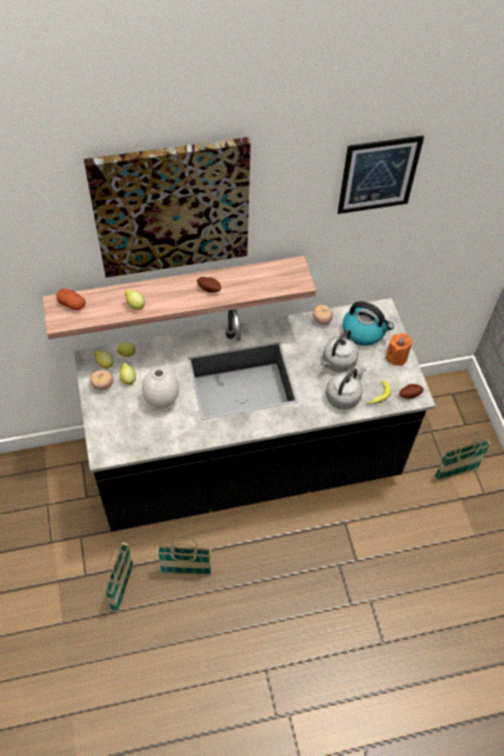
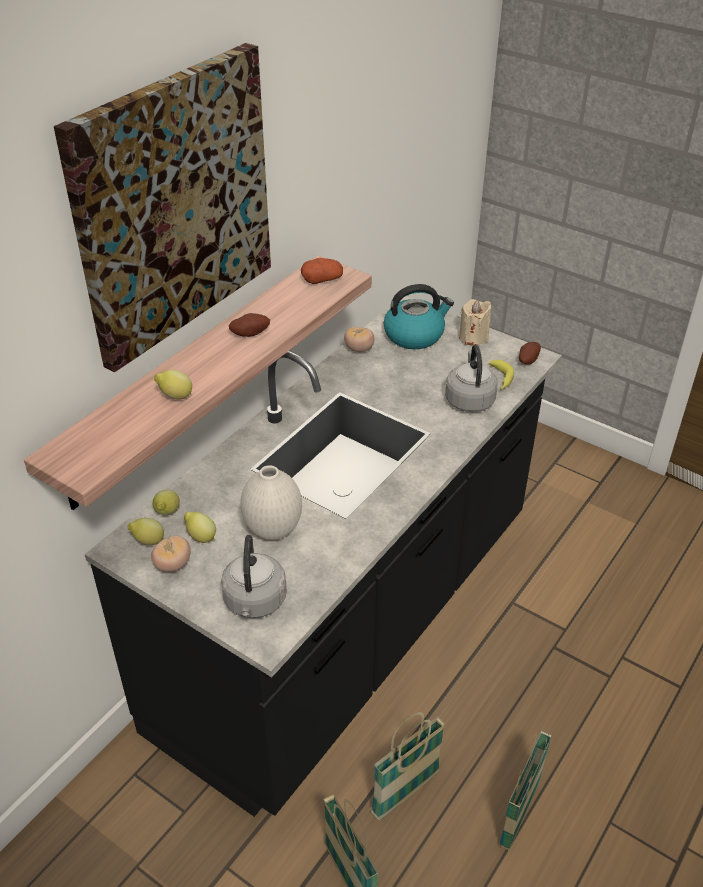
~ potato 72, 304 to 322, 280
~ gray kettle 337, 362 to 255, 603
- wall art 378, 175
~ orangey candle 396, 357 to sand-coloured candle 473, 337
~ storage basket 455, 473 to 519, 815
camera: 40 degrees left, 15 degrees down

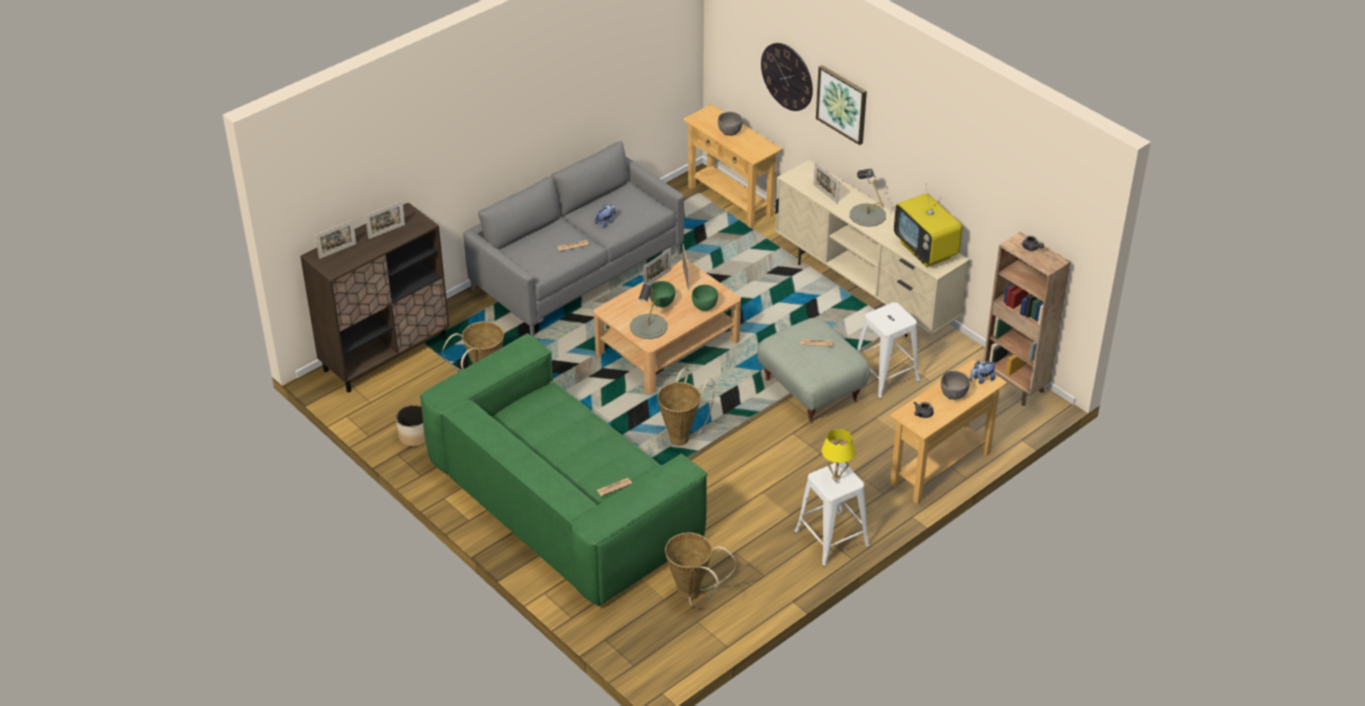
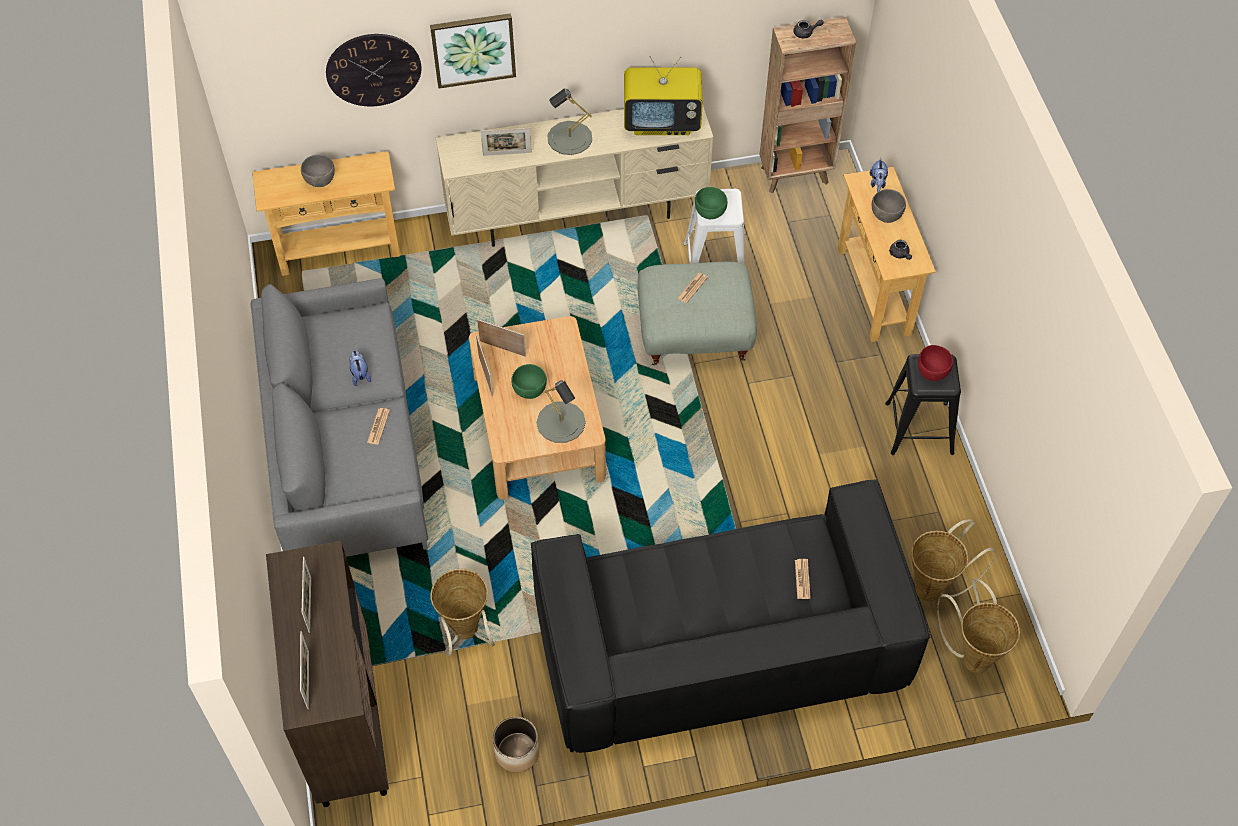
~ greenish settee 563, 500 to black-coloured settee 720, 642
~ storage basket 682, 436 to 972, 656
~ greenish deep dish 704, 307 to 710, 213
~ white-coloured stool 831, 538 to black-coloured stool 919, 428
~ yellow table lamp 836, 478 to red deep dish 932, 372
camera: 60 degrees left, 15 degrees up

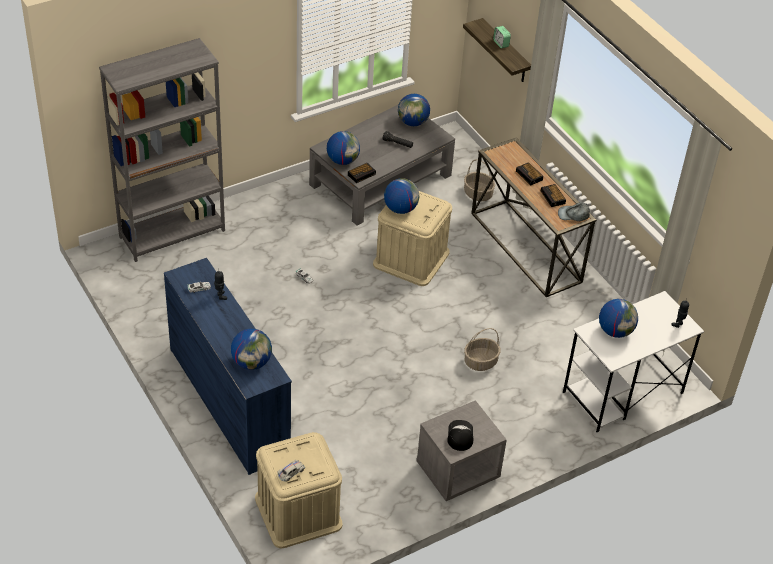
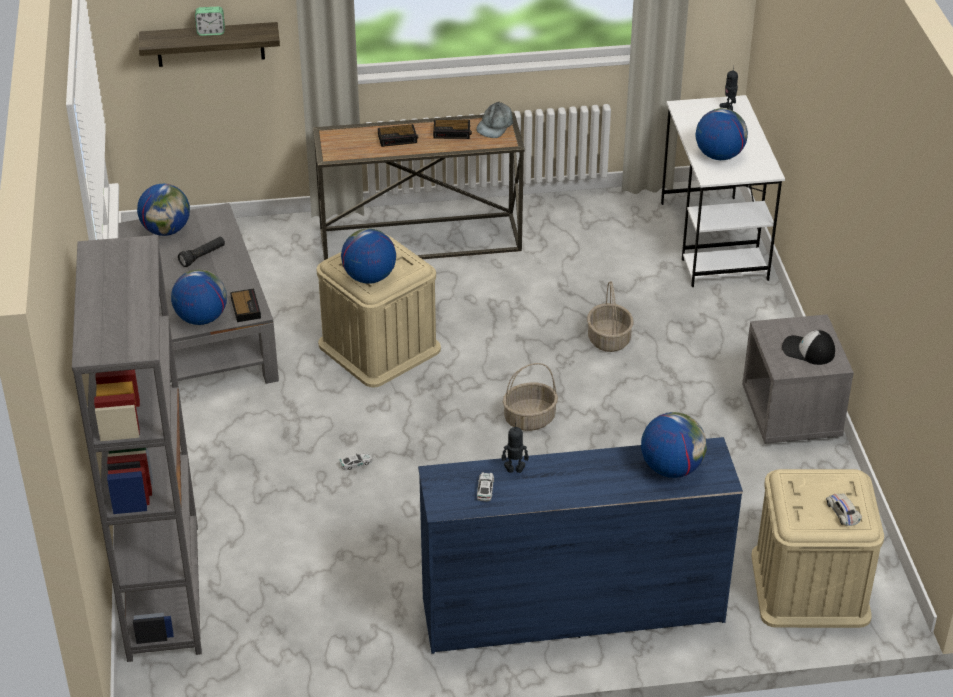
~ storage basket 477, 194 to 529, 419
camera: 65 degrees left, 5 degrees down

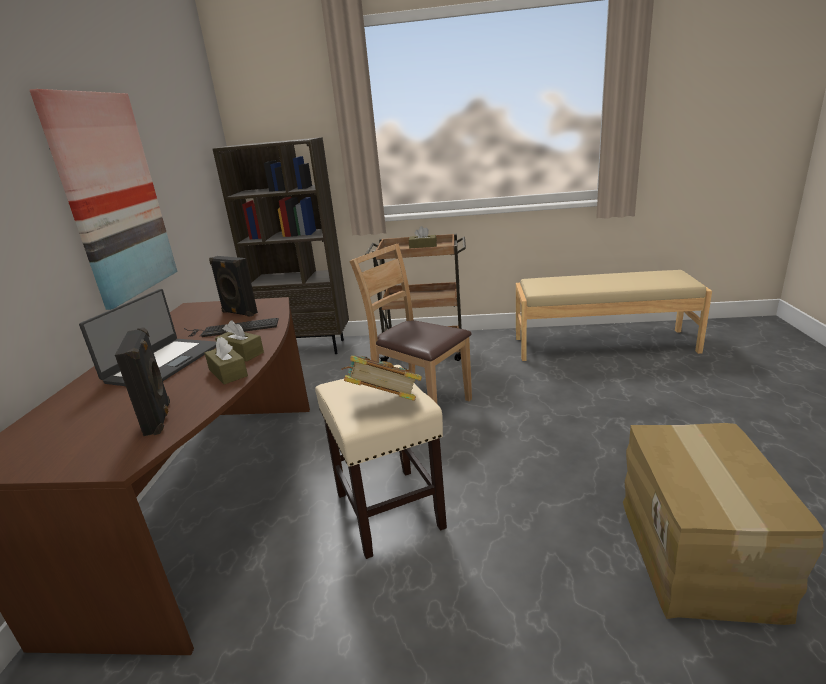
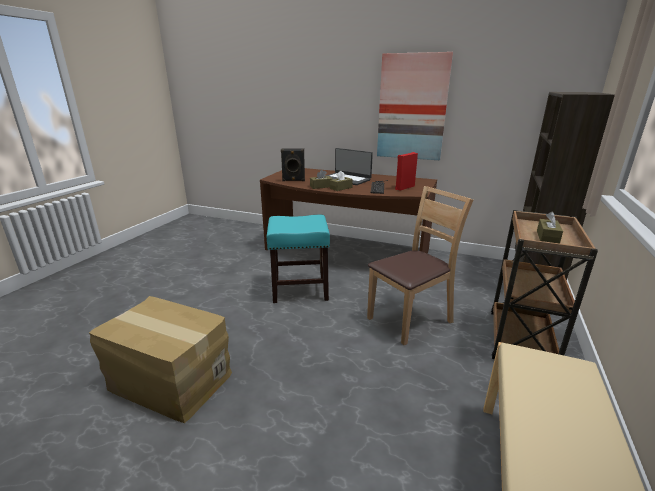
~ black-coloured audio speaker 238, 313 to red audio speaker 404, 187
~ sand-coloured stool 390, 511 to blue-green stool 299, 290
- bound book 383, 403
camera: 105 degrees right, 0 degrees up

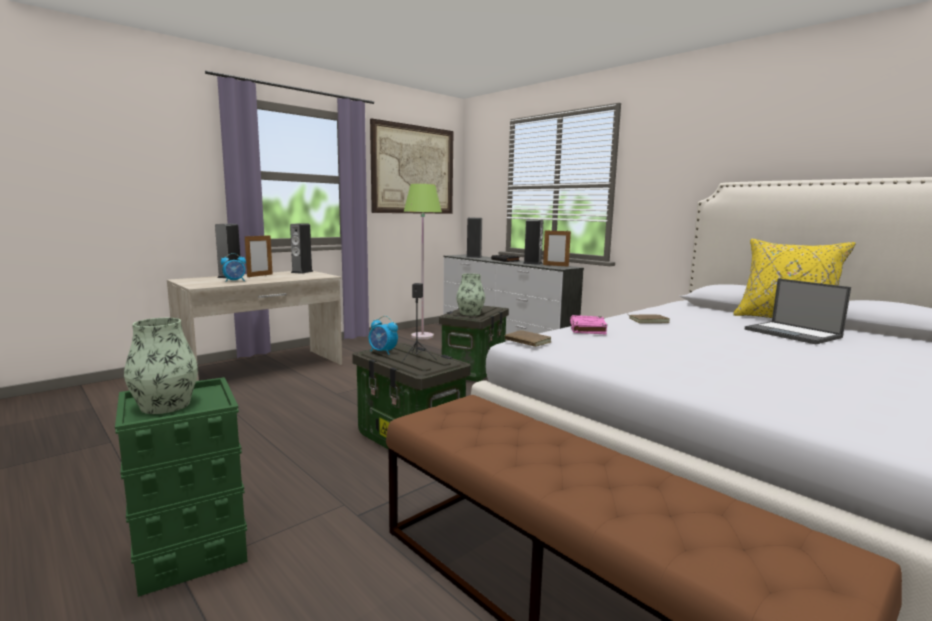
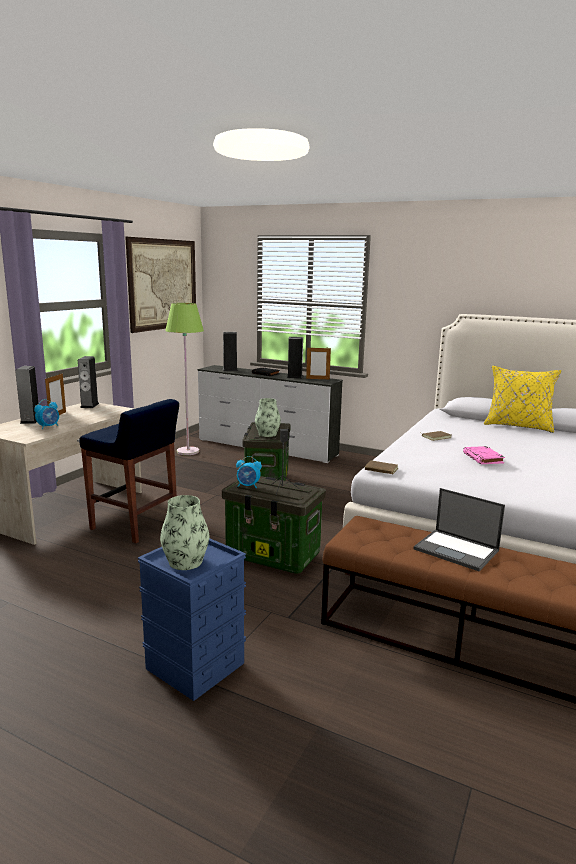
~ greenish storage container 189, 550 to blue storage container 194, 666
~ pink-coloured bound book 588, 328 to 483, 458
~ laptop 793, 333 to 457, 550
+ blue stool 135, 525
camera: 20 degrees left, 5 degrees up

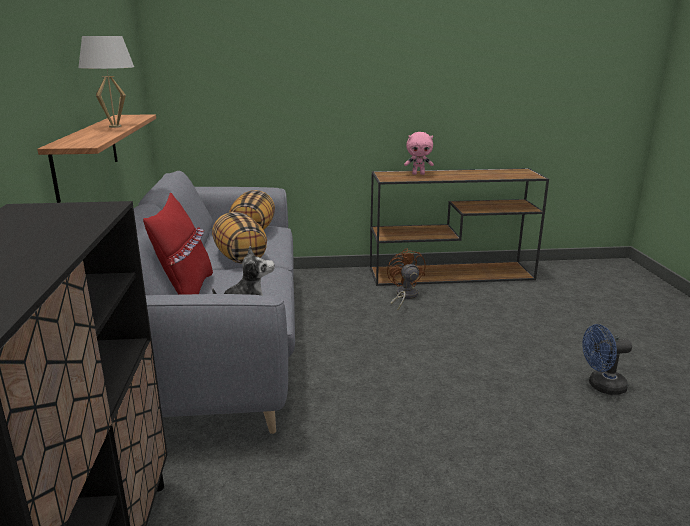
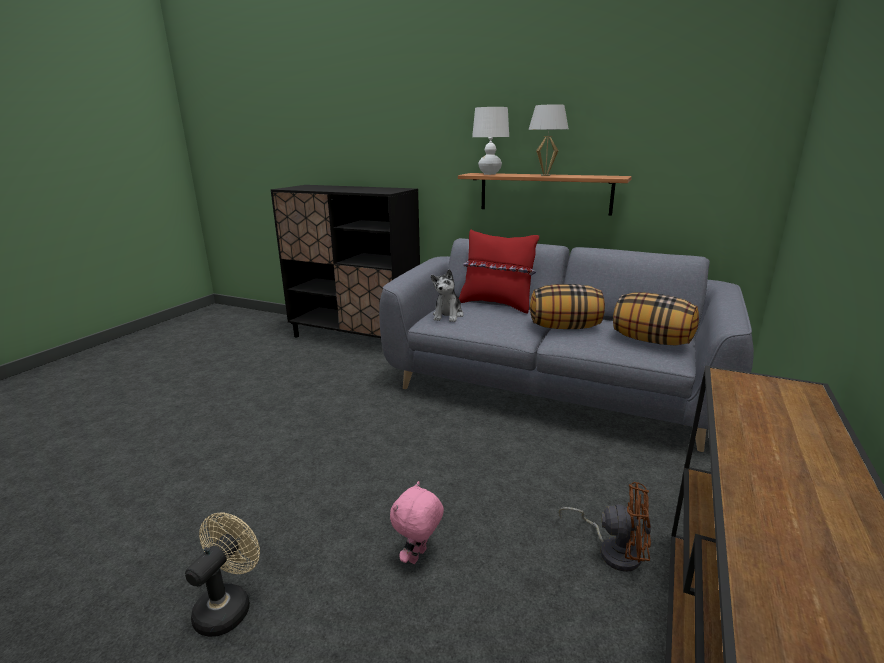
~ pink-coloured cuddly toy 418, 174 to 418, 557
~ blue electric fan 601, 386 to sand-coloured electric fan 228, 605
+ white-coloured table lamp 490, 174
camera: 120 degrees right, 0 degrees up

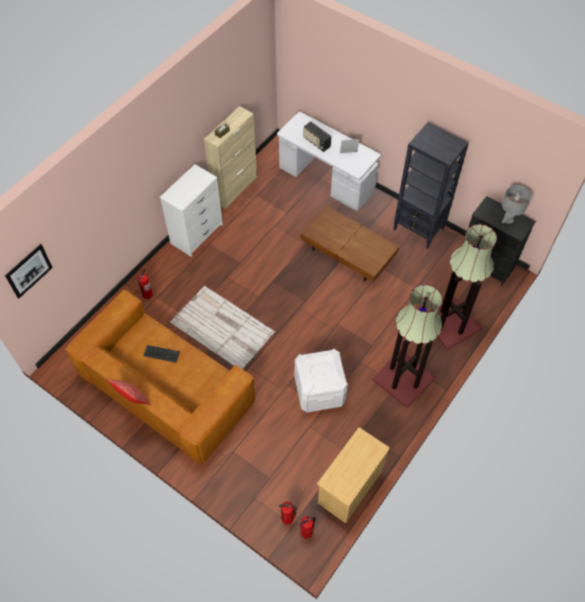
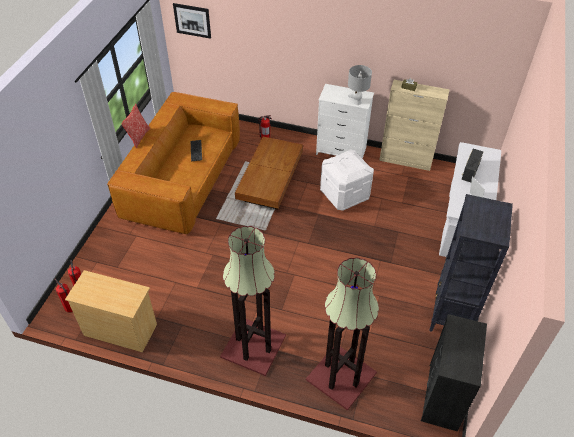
~ white-coloured storage container 319, 391 to 344, 195
~ brown-coloured coffee table 347, 254 to 270, 184
~ gray table lamp 508, 220 to 357, 102
camera: 70 degrees right, 10 degrees down

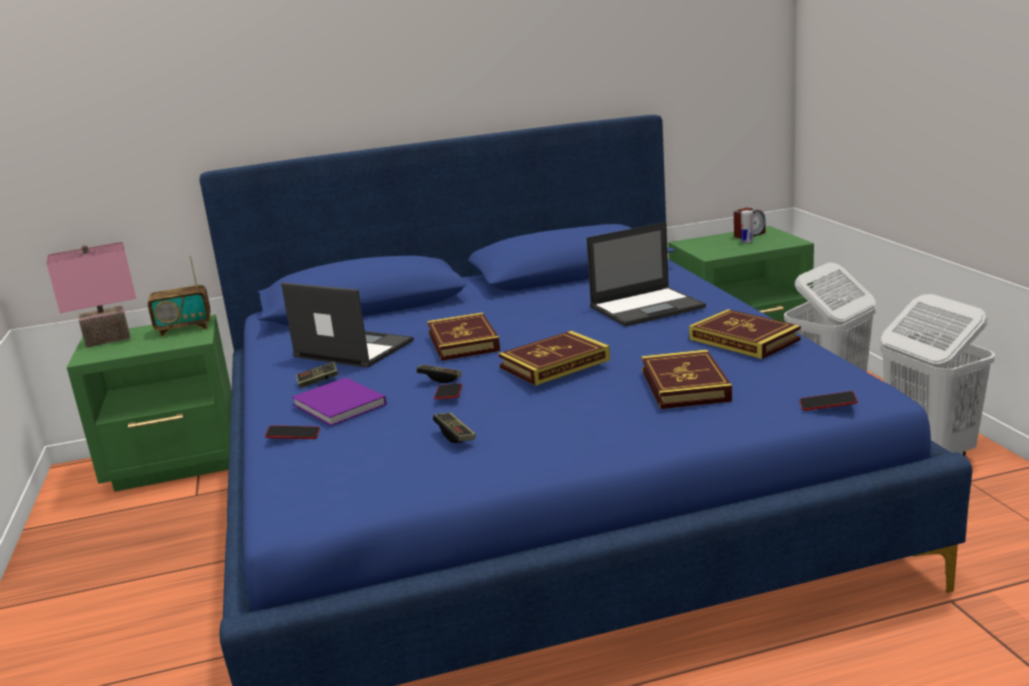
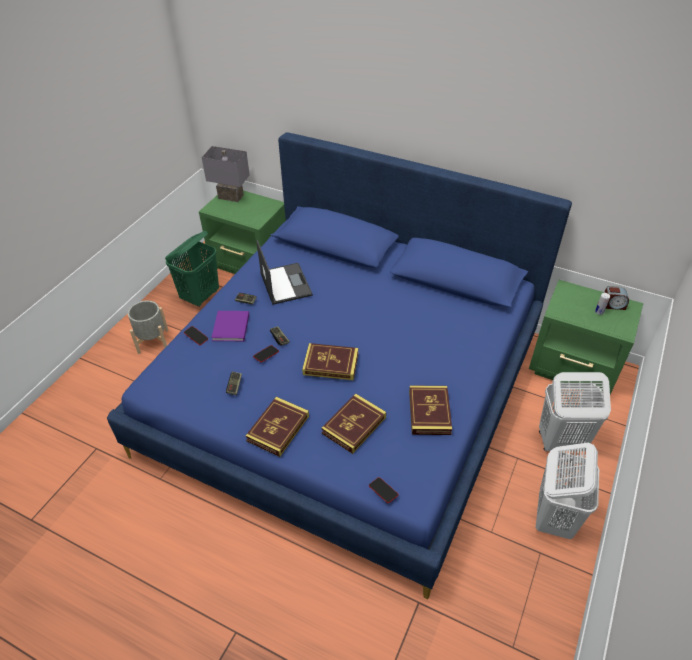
~ pink-coloured table lamp 108, 338 to gray table lamp 231, 196
- radio receiver 184, 328
~ bound book 463, 342 to 278, 428
- laptop 648, 307
+ gray flower pot 153, 341
+ greenish laundry basket 200, 296
camera: 40 degrees right, 25 degrees up

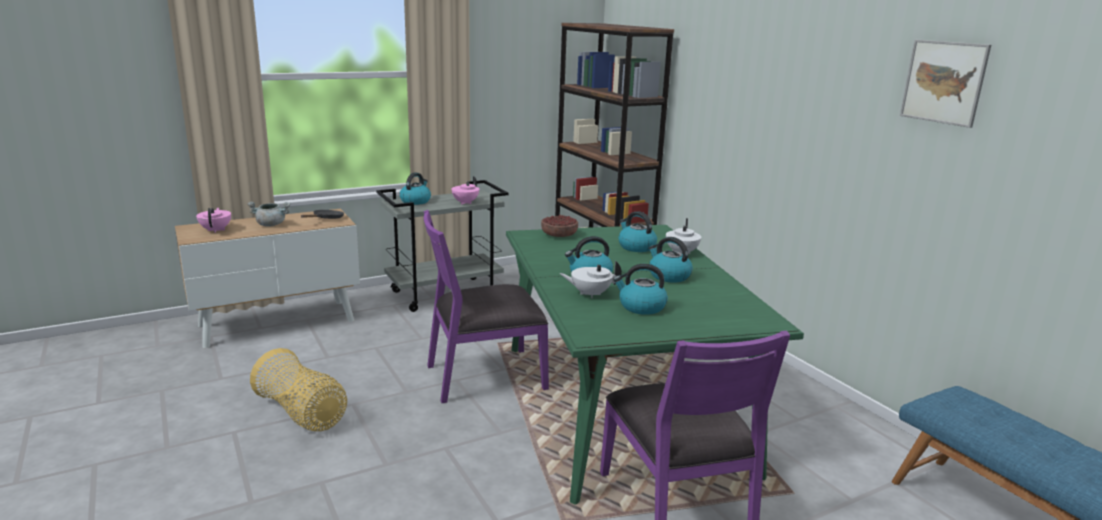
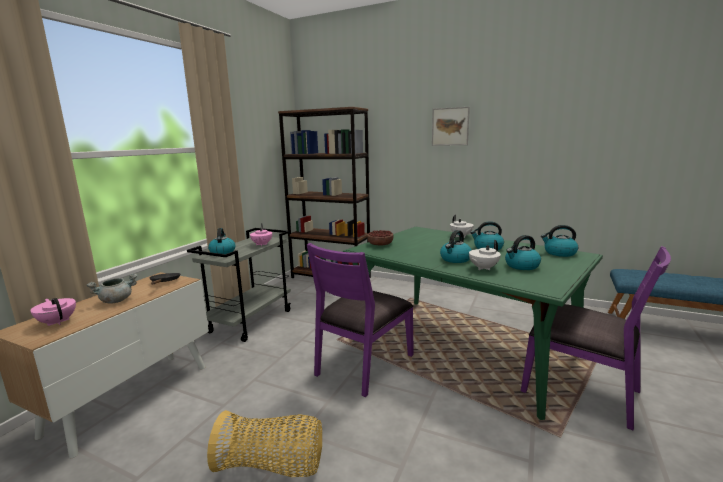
~ kettle 636, 247 to 559, 253
~ wall art 943, 82 to 450, 126
camera: 35 degrees left, 5 degrees down

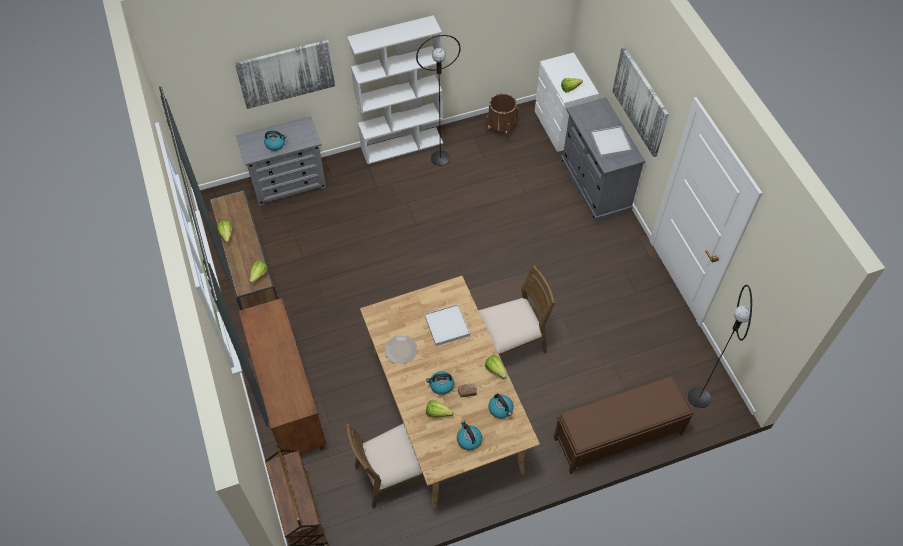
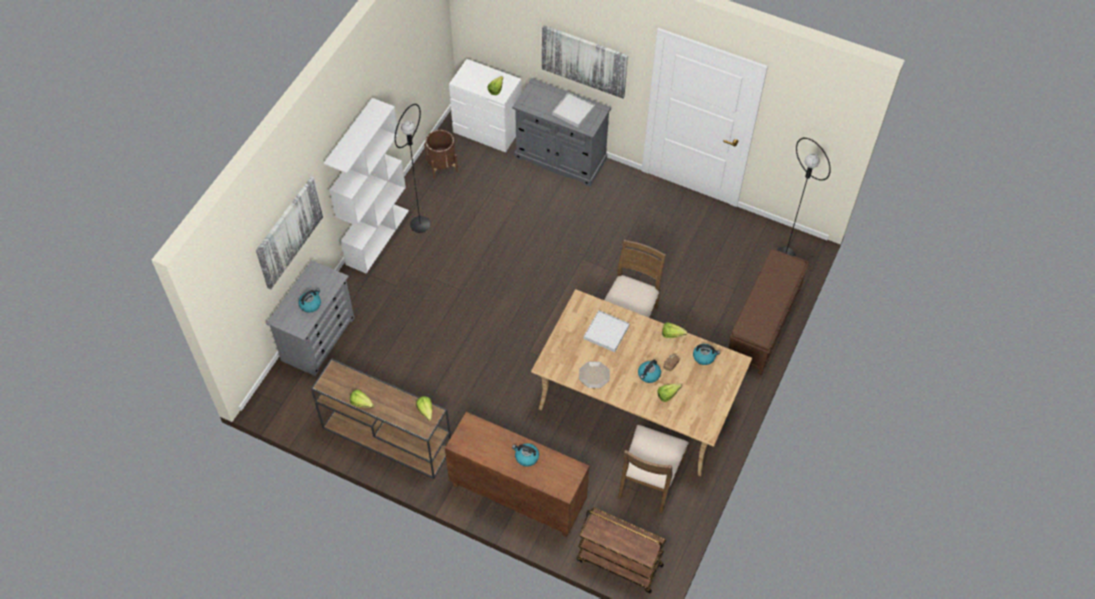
~ kettle 468, 439 to 526, 457
camera: 45 degrees left, 0 degrees up

